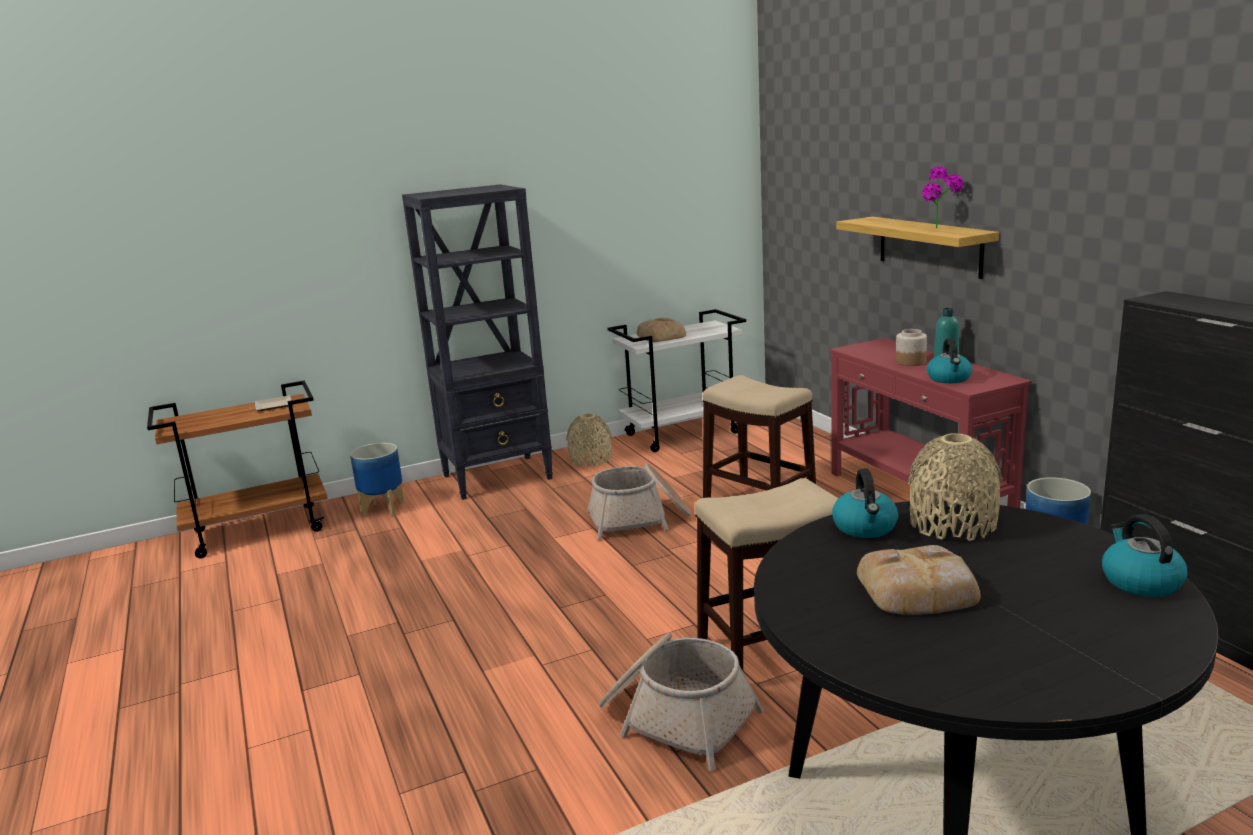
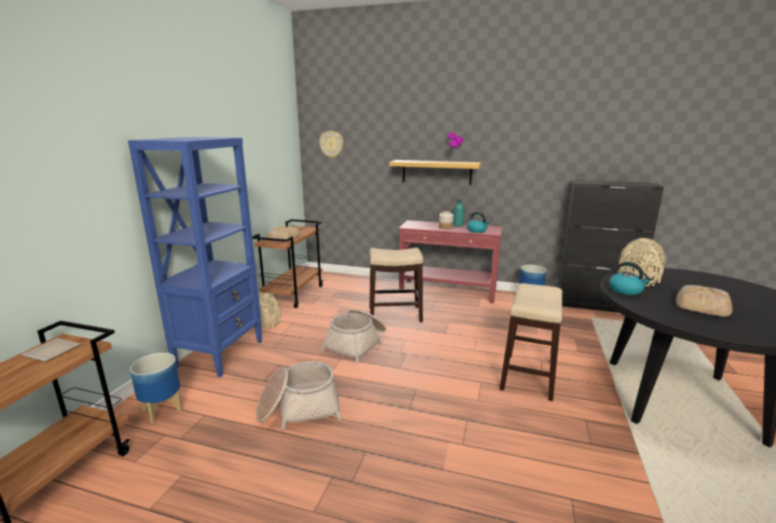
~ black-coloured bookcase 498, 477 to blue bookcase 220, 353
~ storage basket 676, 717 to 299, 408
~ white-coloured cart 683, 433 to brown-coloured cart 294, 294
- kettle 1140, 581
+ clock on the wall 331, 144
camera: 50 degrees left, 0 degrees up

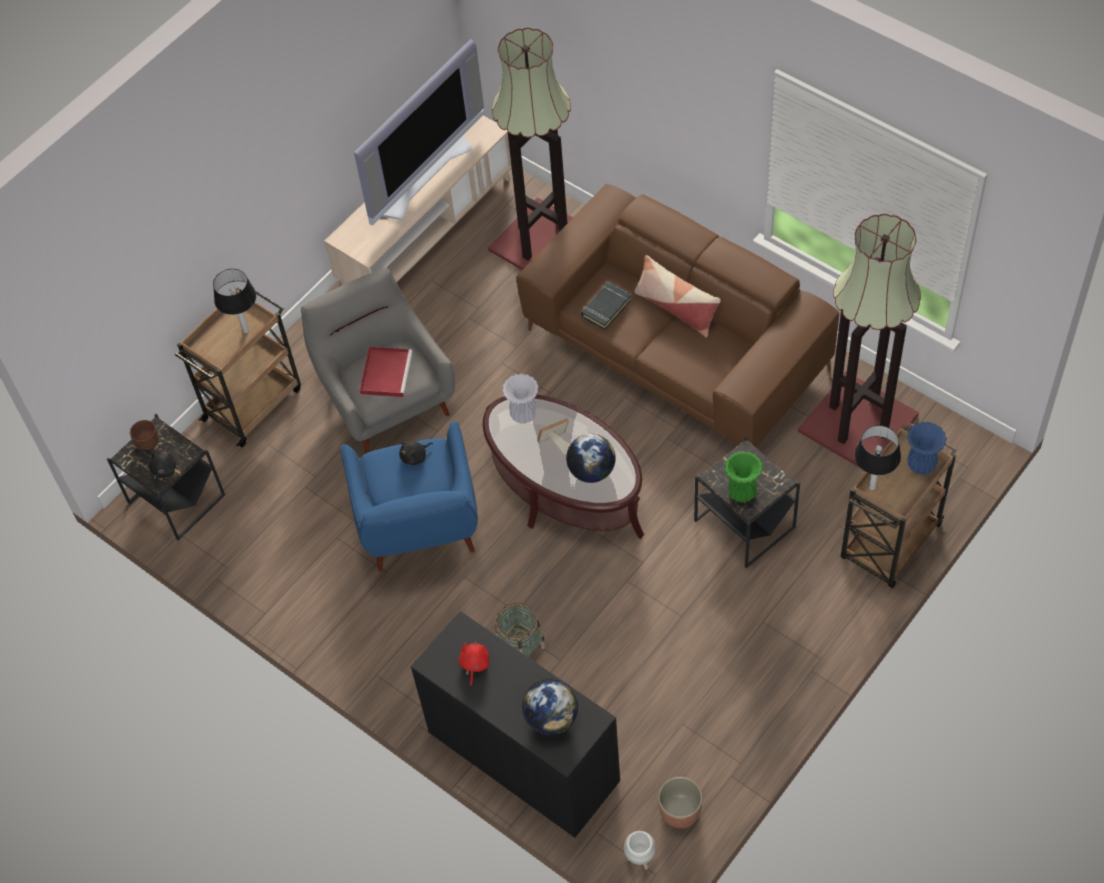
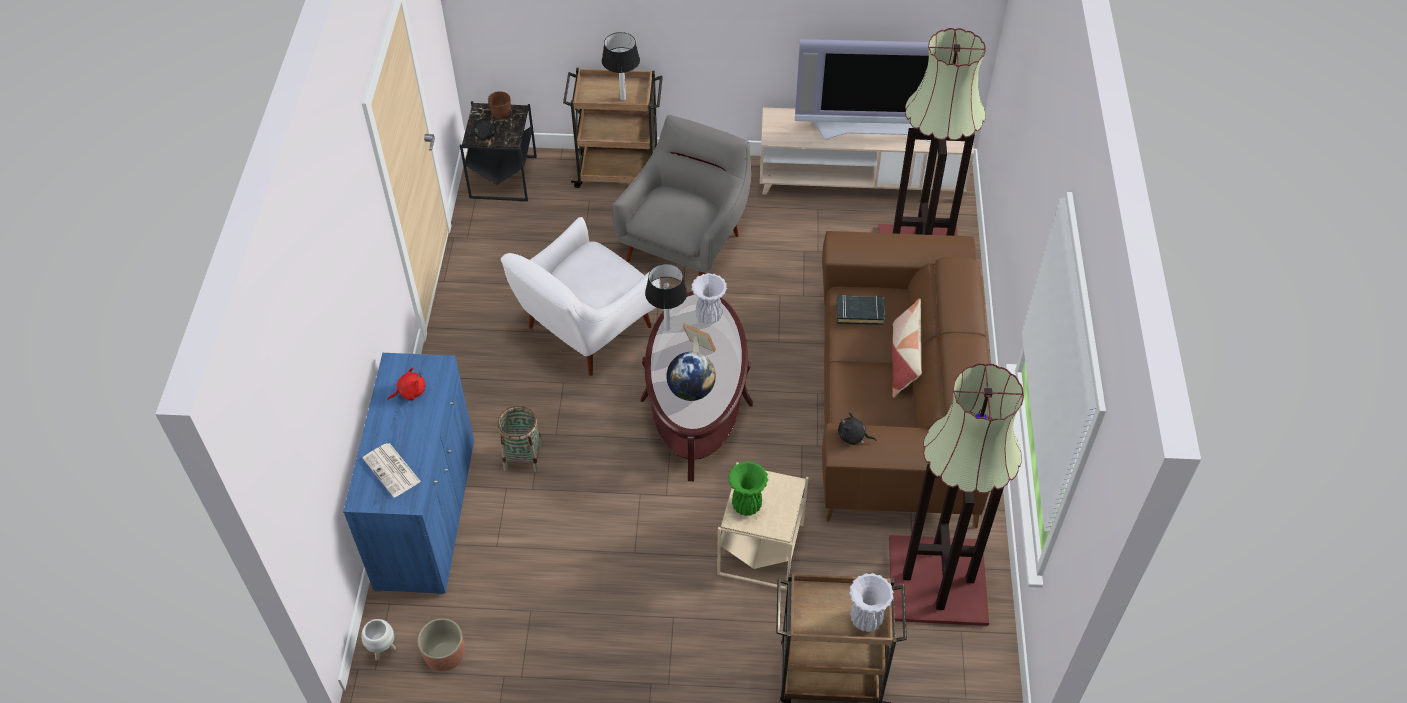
~ blue lounge chair 420, 529 to white-coloured lounge chair 585, 331
- red carrying tray 386, 372
~ black-coloured cuddly toy 415, 456 to 853, 437
~ black-coloured cabinet 523, 757 to blue cabinet 426, 514
~ world globe 551, 718 to newspaper 392, 470
~ black-coloured accent table 744, 525 to sand-coloured accent table 759, 550
~ table lamp 872, 487 to 666, 328
~ blue vase 921, 464 to white-coloured vase 866, 619
camera: 50 degrees right, 5 degrees down

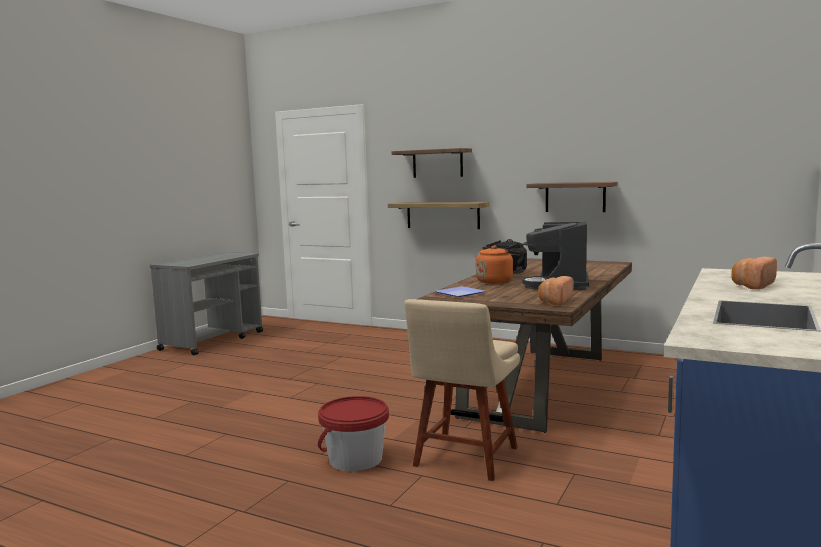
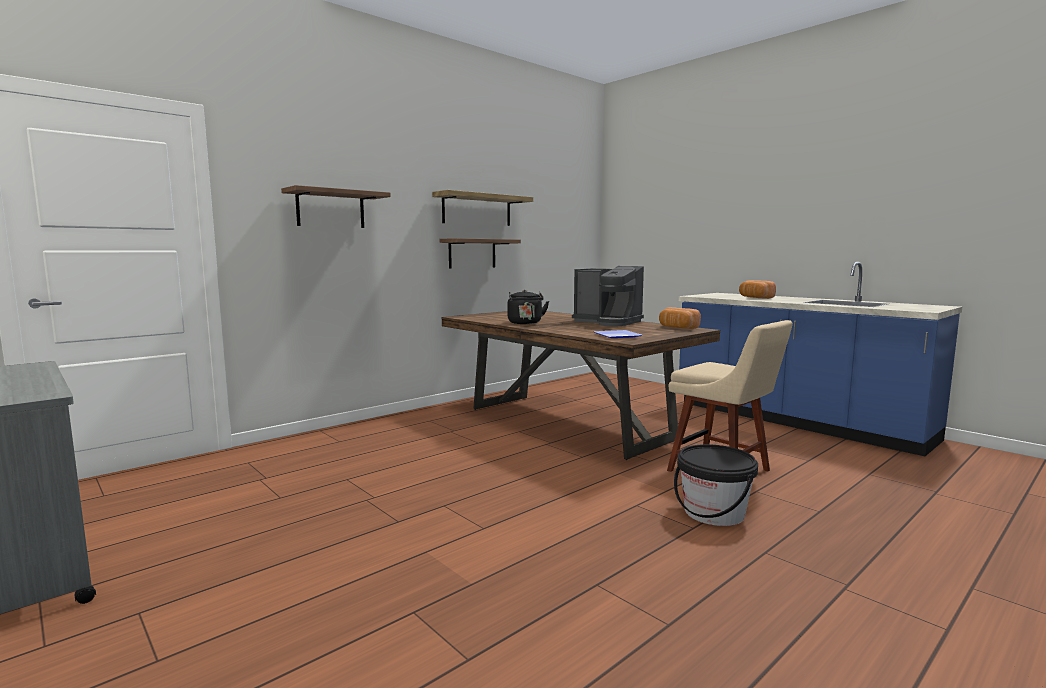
~ red water bucket 355, 459 to black-coloured water bucket 714, 513
~ wall shelf 442, 215 to 477, 210
- orangey kettle 496, 281
camera: 70 degrees left, 0 degrees up

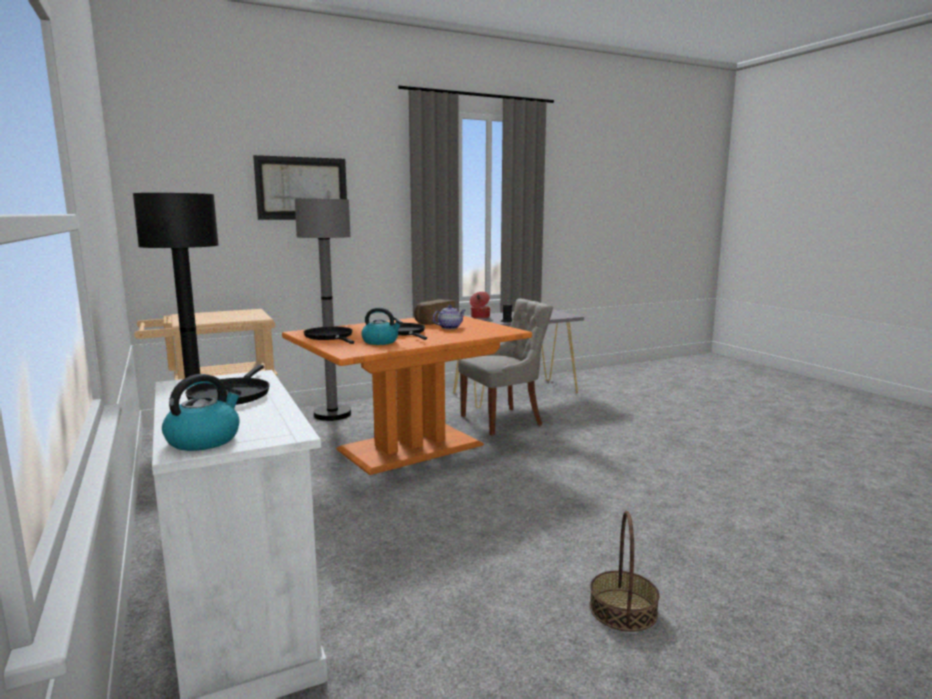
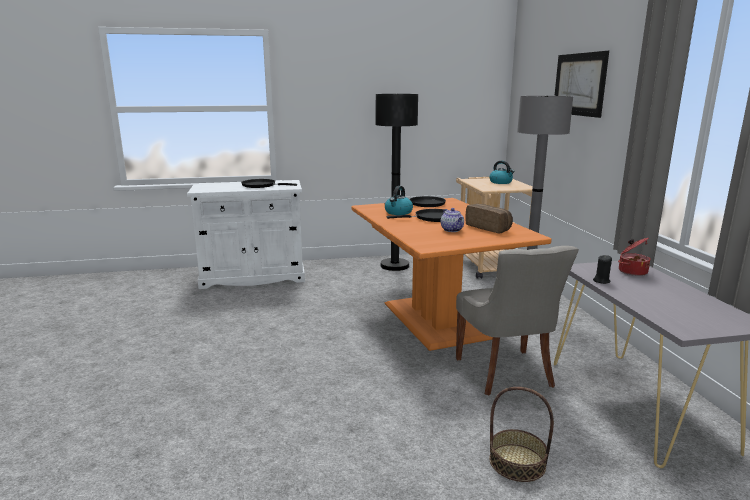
~ kettle 204, 440 to 501, 182
~ storage basket 622, 610 to 517, 462
camera: 105 degrees right, 5 degrees up

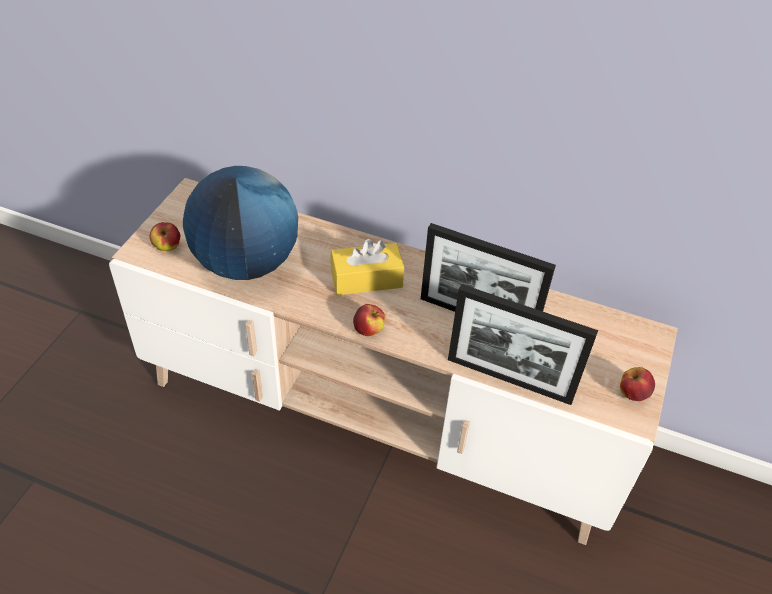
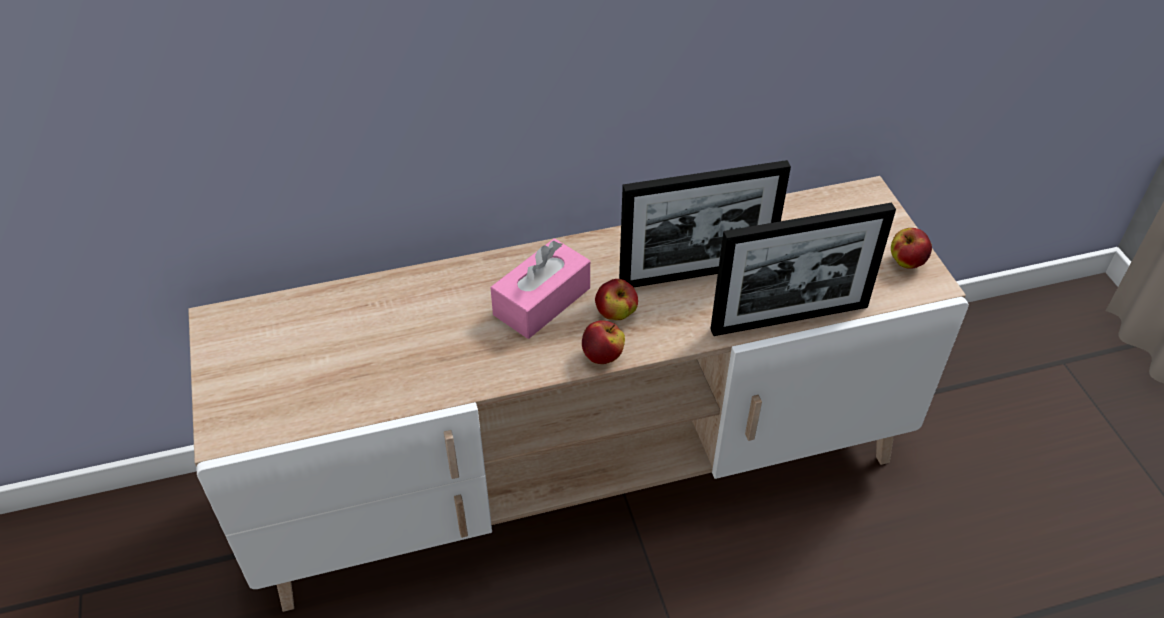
~ whole apple 167, 247 to 615, 314
- world globe 246, 263
~ yellow tissue holder 366, 279 to pink-coloured tissue holder 542, 301
camera: 35 degrees left, 0 degrees up

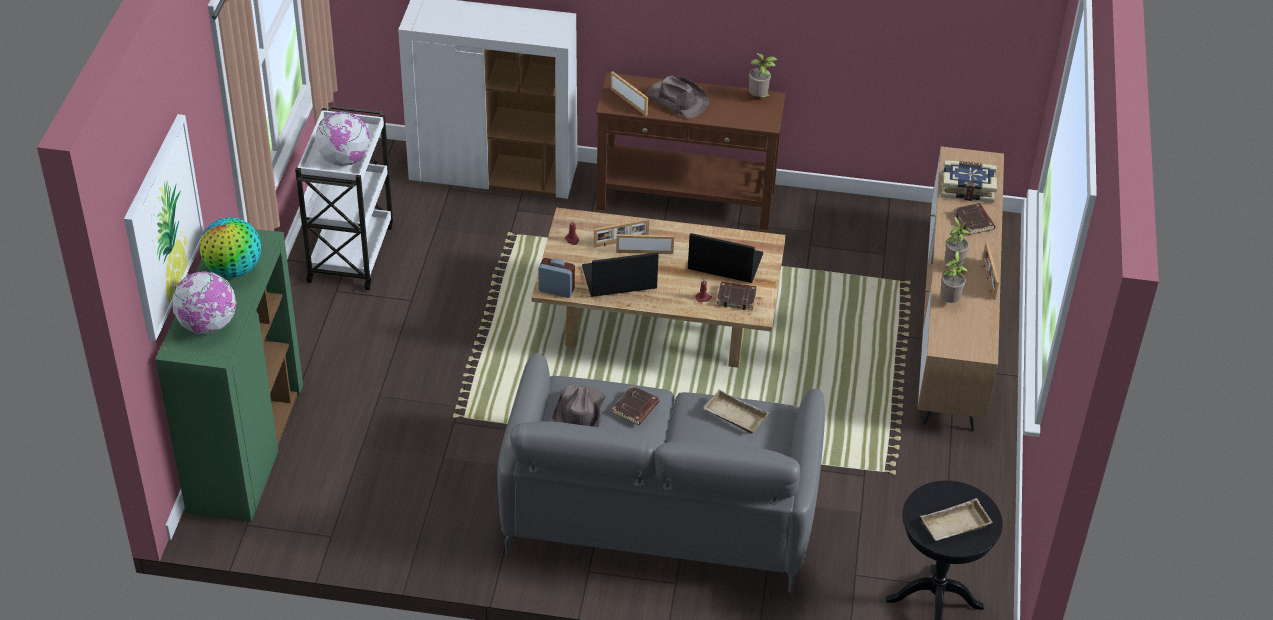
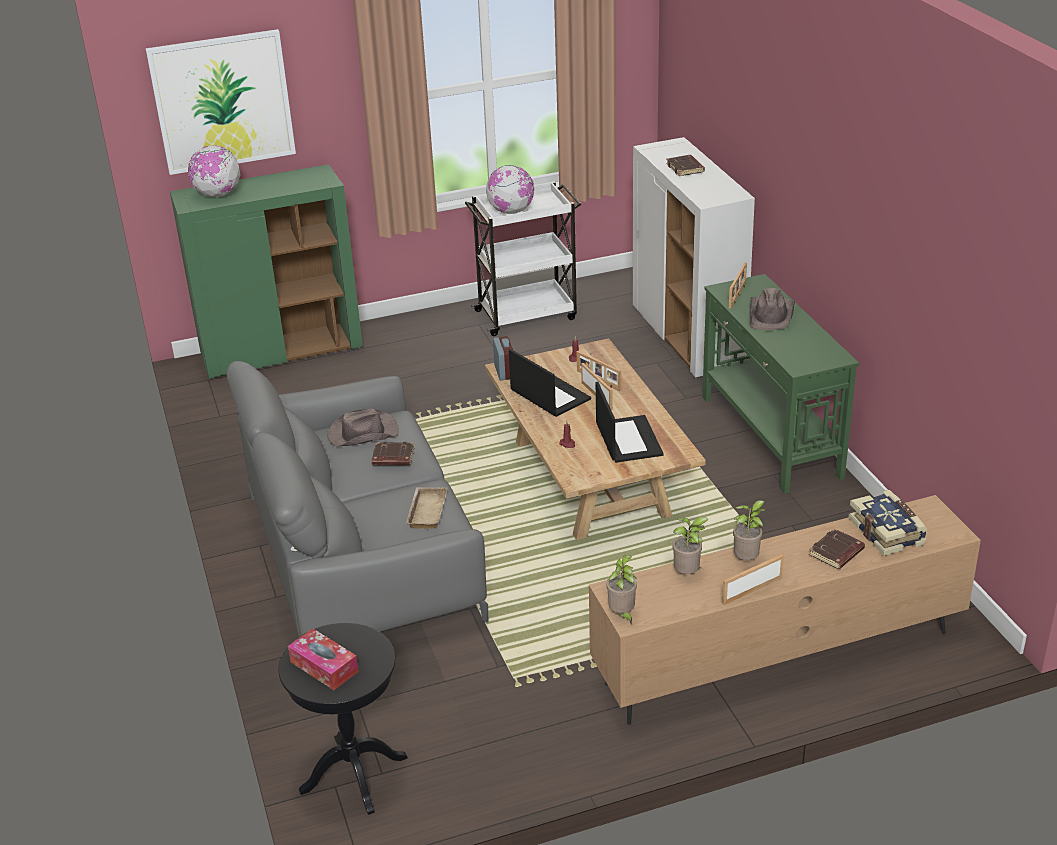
- world globe 234, 270
~ brown-coloured hall table 686, 200 to greenish hall table 770, 437
~ brown-coloured bound book 737, 298 to 686, 168
~ plant in a pot 759, 98 to 622, 614
~ sand-coloured carrying tray 955, 526 to tissue holder 324, 667
camera: 65 degrees right, 10 degrees down

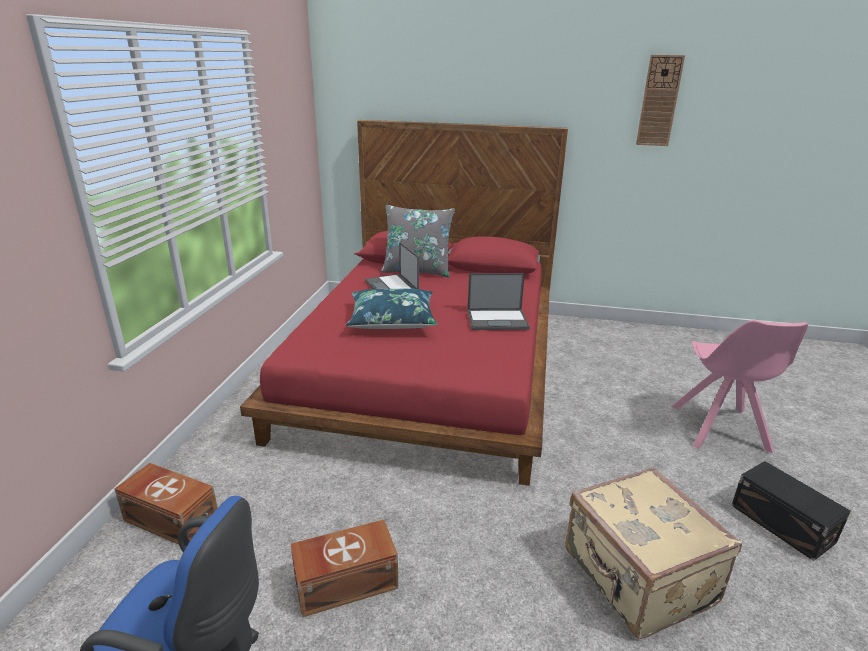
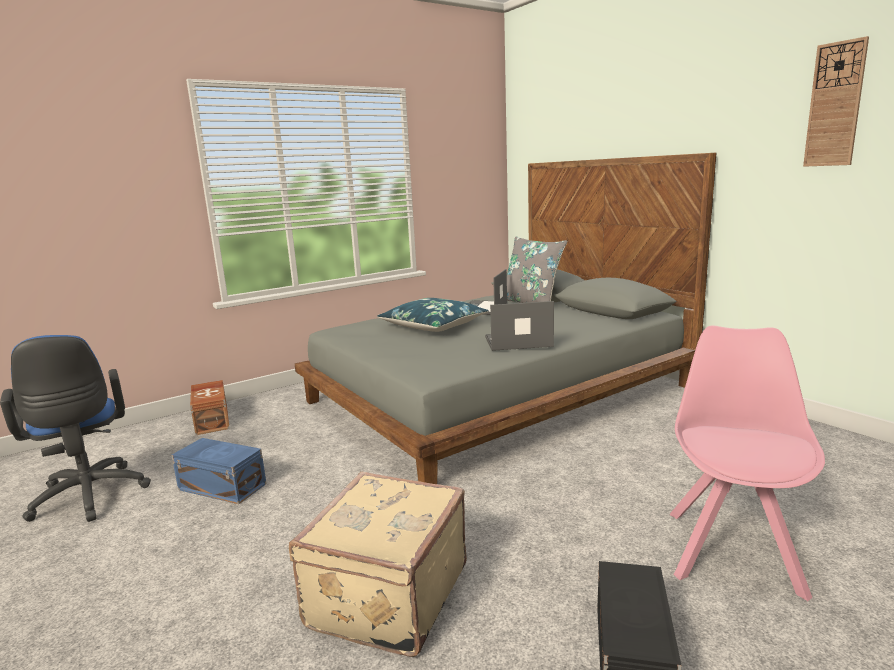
~ red bed 429, 367 to gray bed 497, 395
~ brown-coloured storage container 344, 582 to blue storage container 222, 486
~ laptop 498, 320 = 517, 342 135 degrees clockwise
~ pink-coloured chair 720, 429 = 732, 549 150 degrees clockwise
camera: 45 degrees right, 10 degrees down

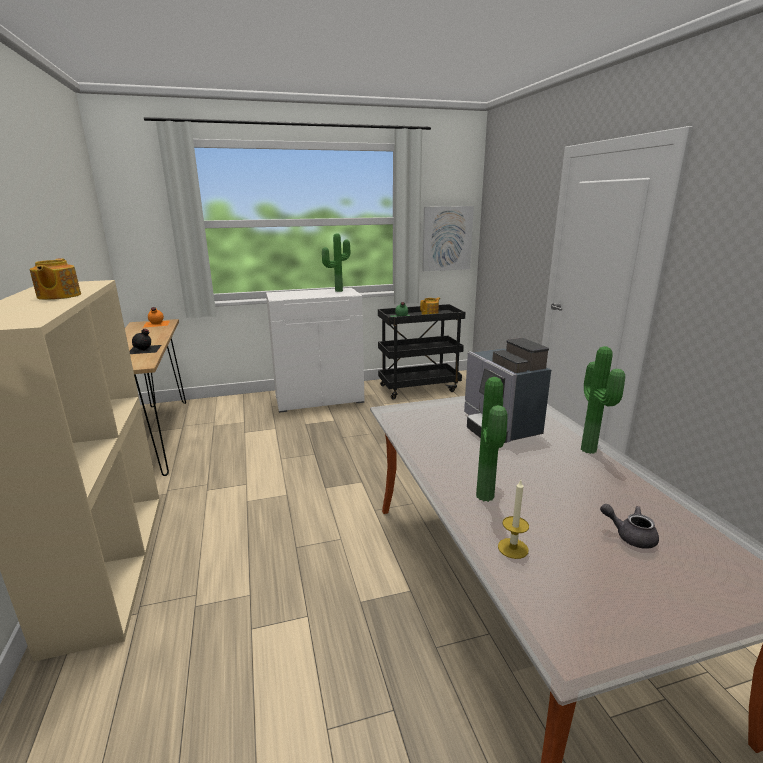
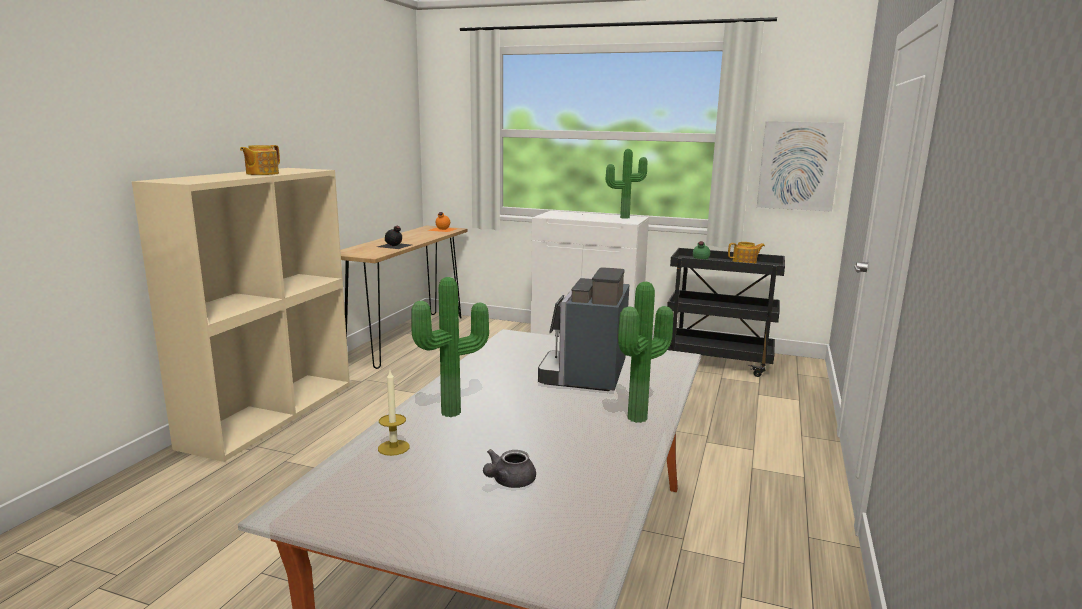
~ gray tea pot 630, 536 = 508, 482 120 degrees counterclockwise
camera: 35 degrees right, 5 degrees down

